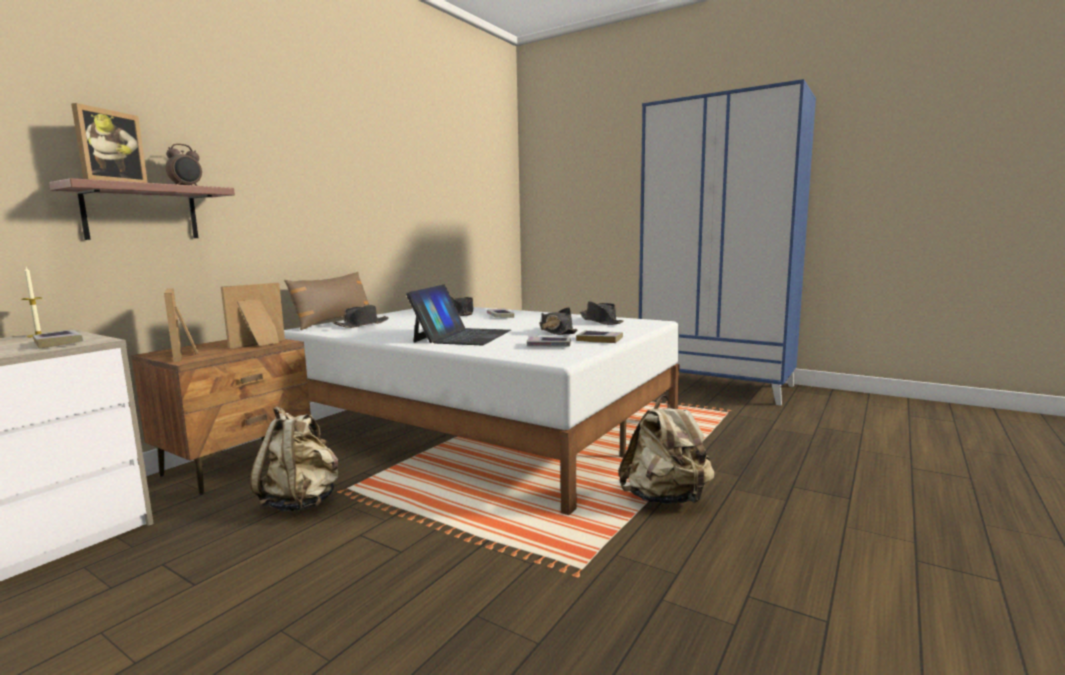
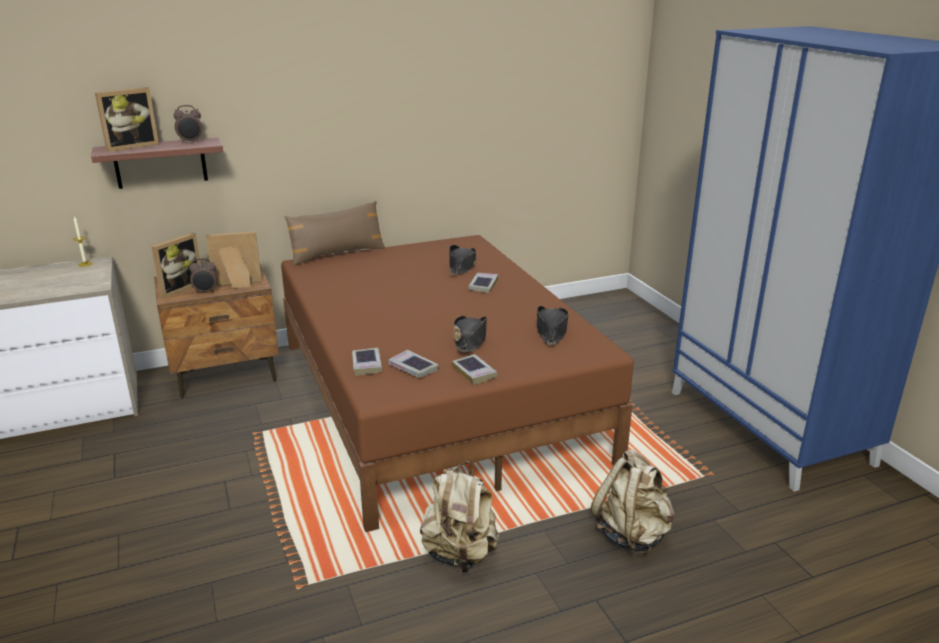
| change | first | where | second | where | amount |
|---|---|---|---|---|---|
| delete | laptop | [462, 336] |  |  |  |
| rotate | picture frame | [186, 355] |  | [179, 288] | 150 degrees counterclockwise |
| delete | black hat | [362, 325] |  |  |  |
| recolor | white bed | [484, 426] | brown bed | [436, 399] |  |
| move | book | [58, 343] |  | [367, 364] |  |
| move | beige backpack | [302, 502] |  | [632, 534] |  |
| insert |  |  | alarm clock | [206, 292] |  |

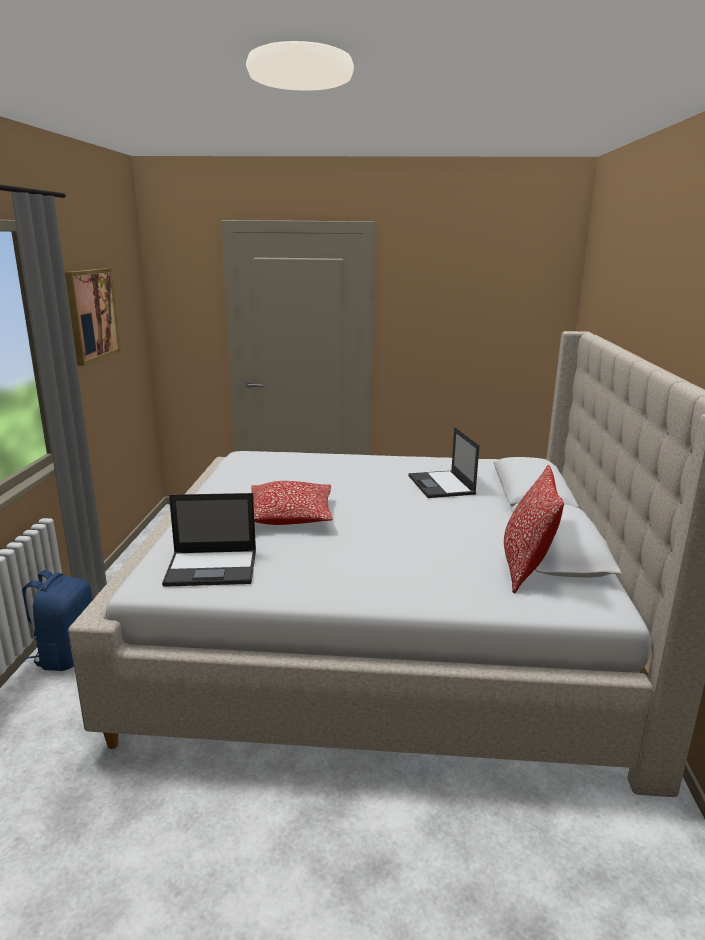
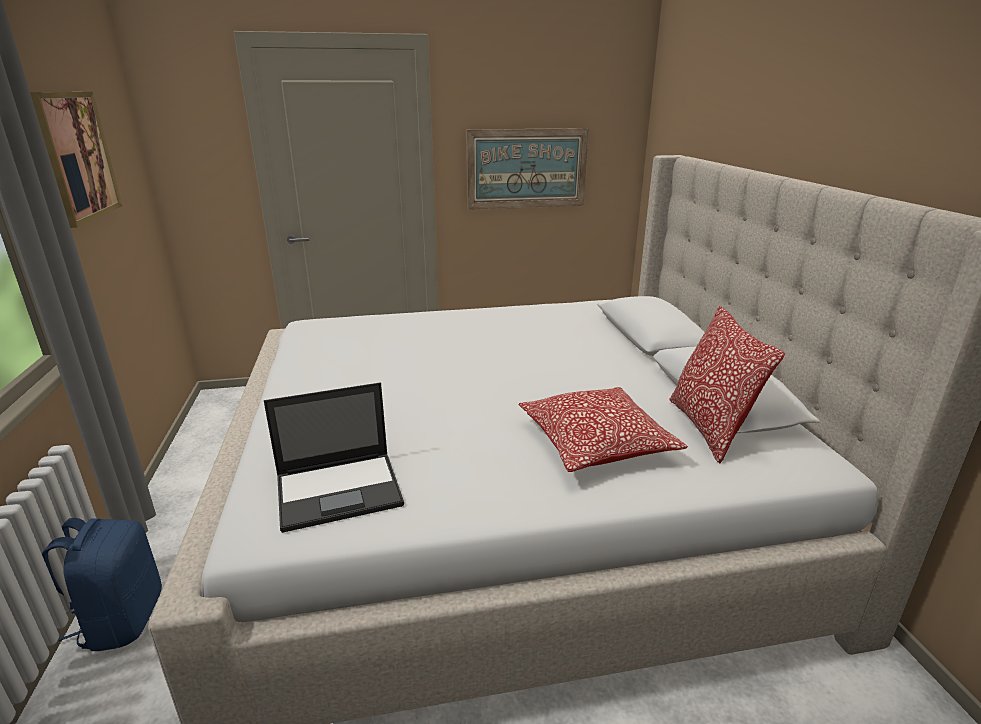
| change | first | where | second | where | amount |
|---|---|---|---|---|---|
| delete | laptop | [441, 485] |  |  |  |
| move | pillow | [289, 516] |  | [595, 444] |  |
| insert |  |  | picture | [527, 169] |  |

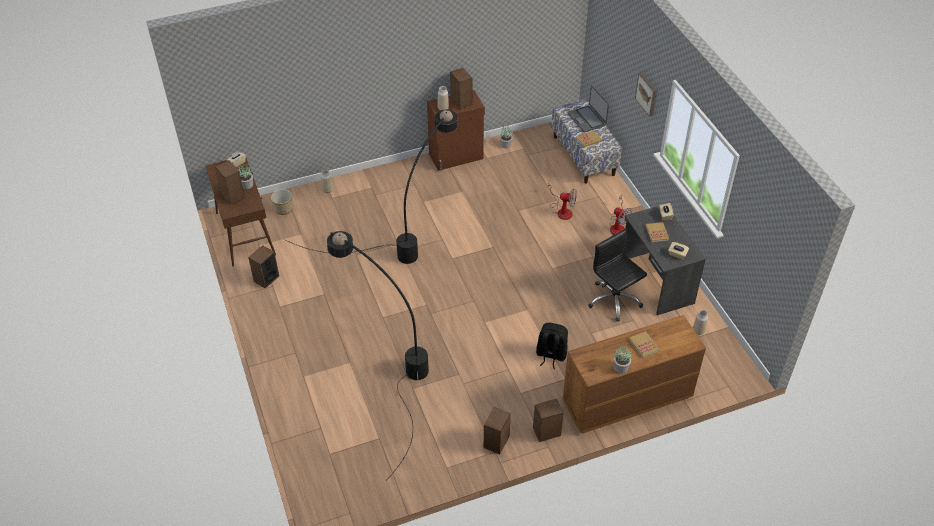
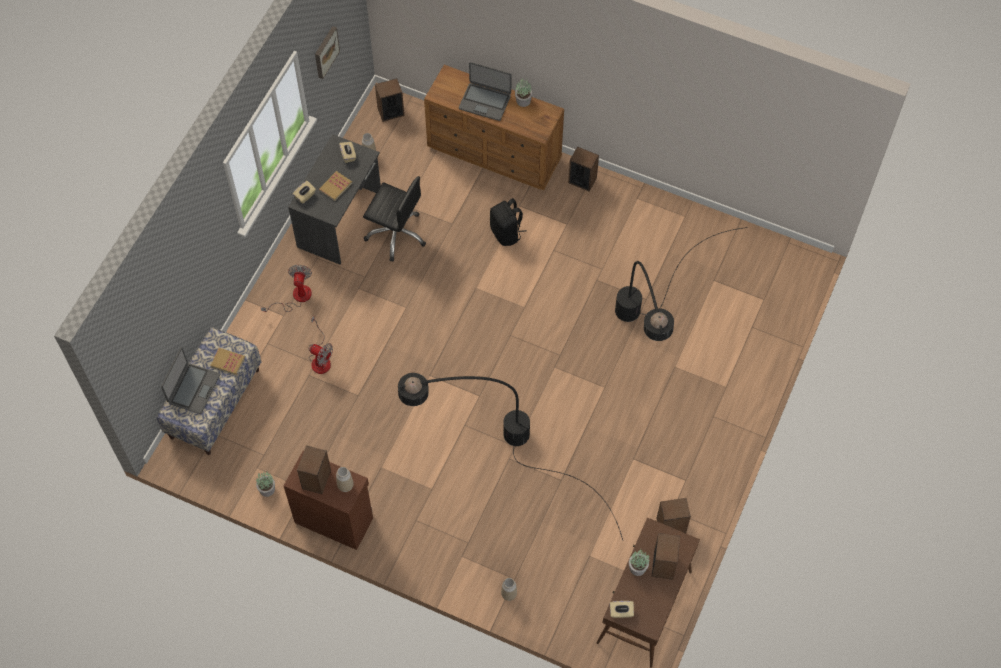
| change | first | where | second | where | amount |
|---|---|---|---|---|---|
| move | picture | [647, 94] |  | [325, 51] |  |
| rotate | fan | [562, 210] |  | [320, 358] | 150 degrees clockwise |
| delete | planter | [283, 209] |  |  |  |
| rotate | black office chair | [614, 300] |  | [396, 234] | 75 degrees counterclockwise |
| replace | book | [644, 345] | laptop | [485, 101] |  |
| move | speaker | [496, 442] |  | [390, 111] |  |

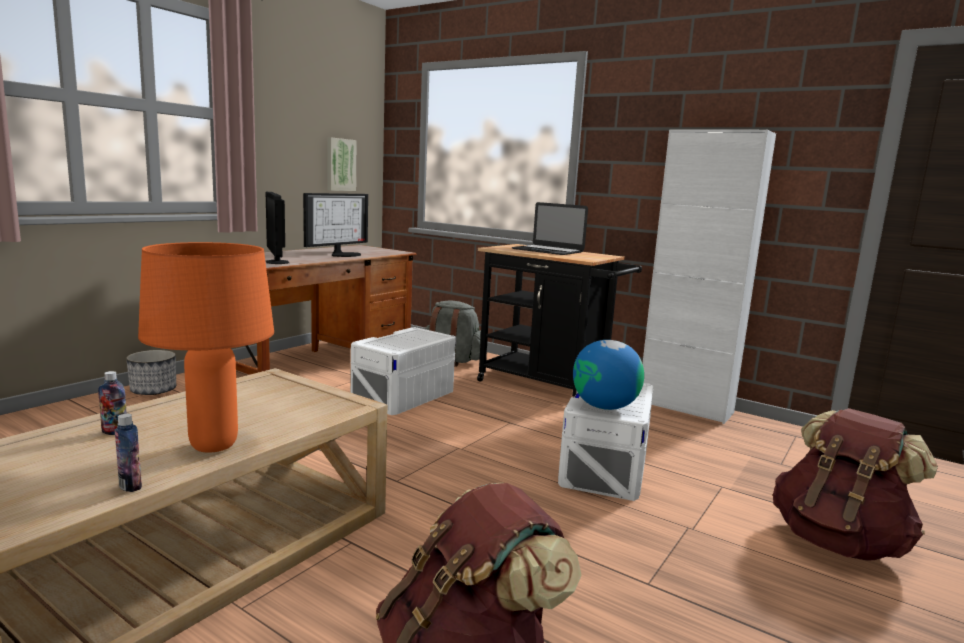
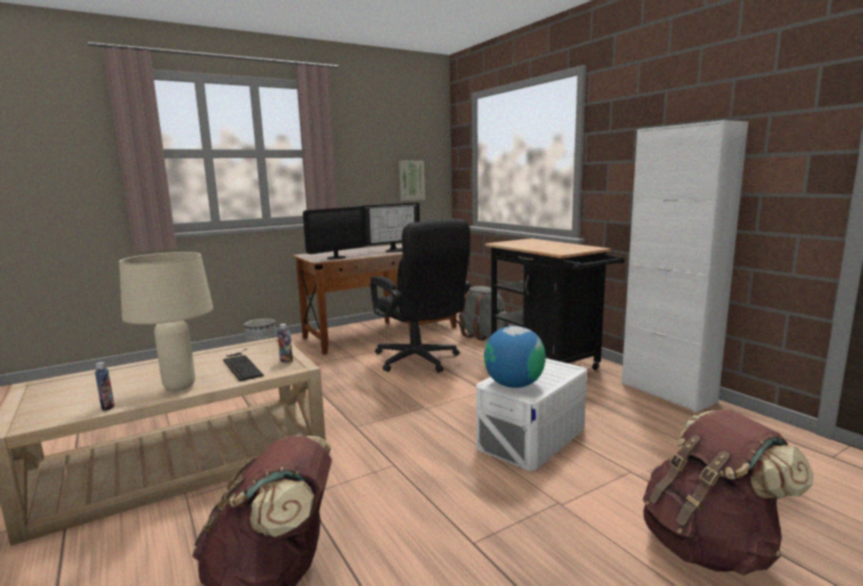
| change | first | where | second | where | amount |
|---|---|---|---|---|---|
| rotate | monitor | [277, 262] |  | [336, 257] | 135 degrees counterclockwise |
| delete | laptop | [548, 250] |  |  |  |
| recolor | orange table lamp | [213, 446] | beige table lamp | [179, 387] |  |
| replace | white storage box | [403, 395] | black office chair | [420, 361] |  |
| move | bottle | [115, 432] |  | [286, 361] |  |
| insert |  |  | keyboard | [241, 365] |  |

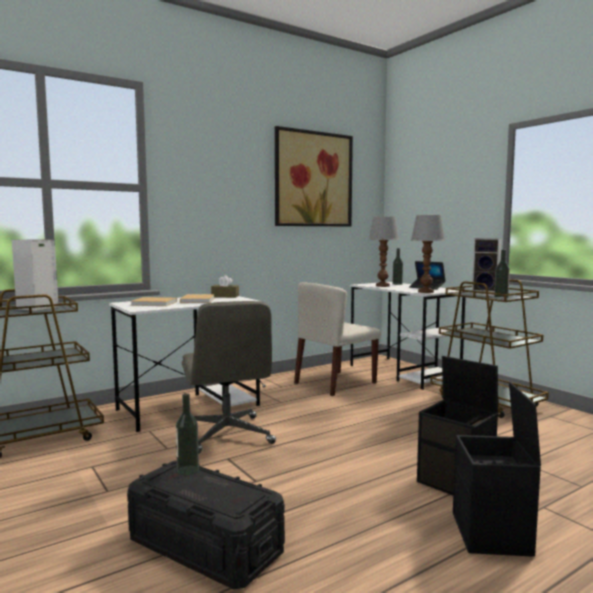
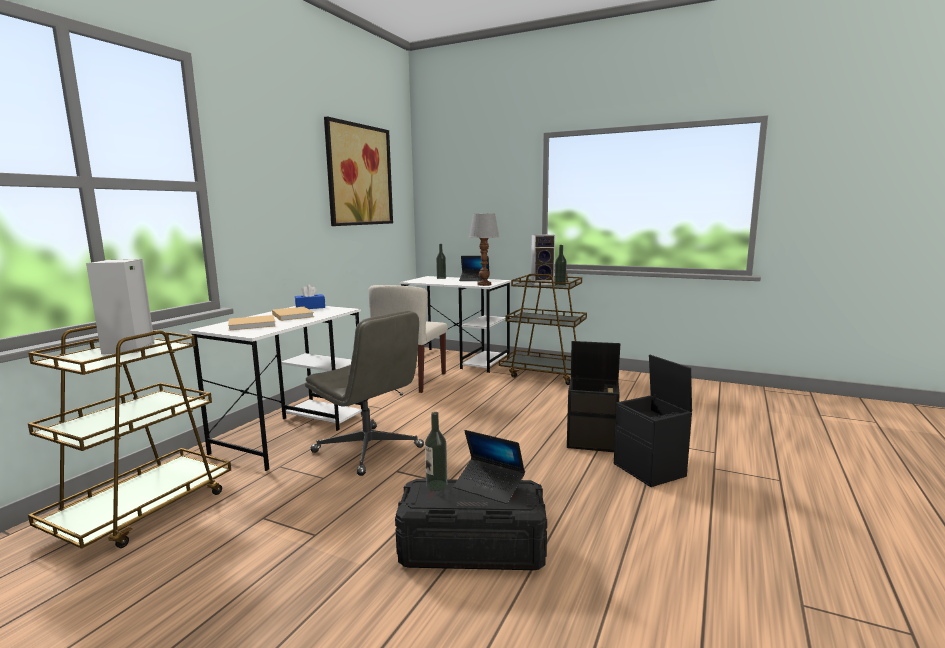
| change | first | where | second | where | amount |
|---|---|---|---|---|---|
| delete | table lamp | [383, 286] |  |  |  |
| recolor | brown tissue box | [225, 296] | blue tissue box | [310, 307] |  |
| insert |  |  | laptop | [489, 486] |  |

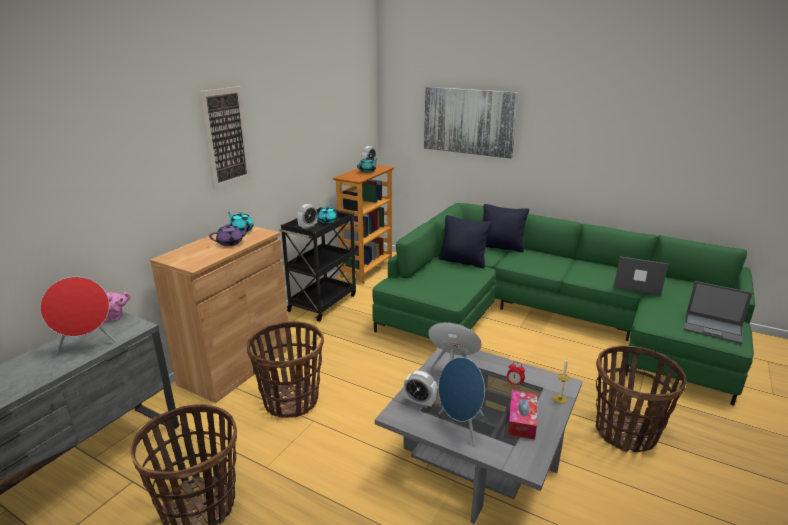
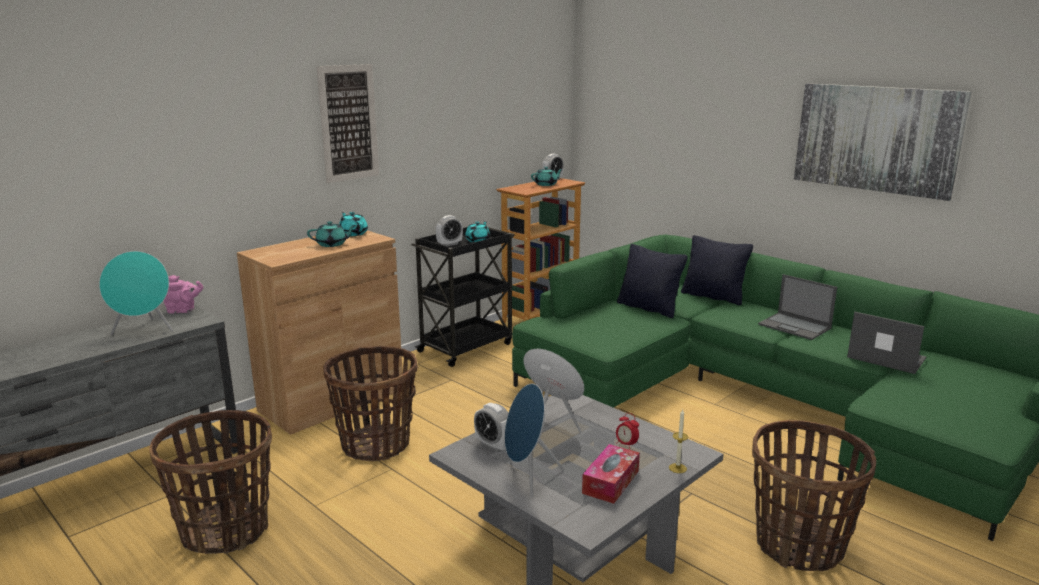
| change | first | where | second | where | amount |
|---|---|---|---|---|---|
| move | picture | [468, 121] |  | [876, 139] |  |
| recolor | purple teapot | [231, 243] | turquoise teapot | [332, 244] |  |
| recolor | red speaker | [87, 345] | turquoise speaker | [144, 330] |  |
| move | laptop | [713, 328] |  | [795, 326] |  |

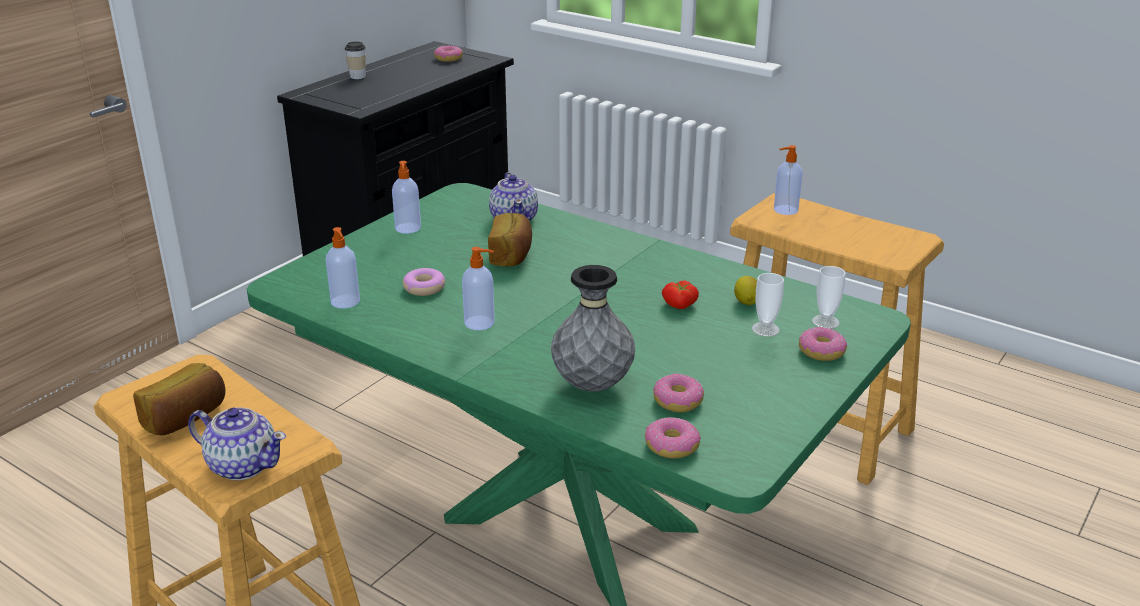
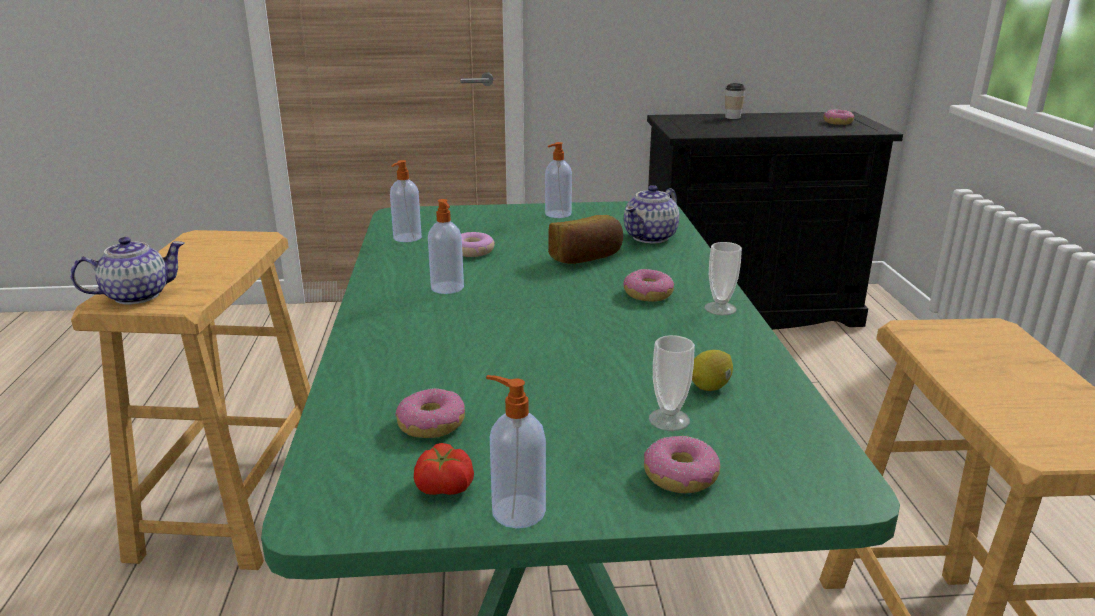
| change | first | where | second | where | amount |
|---|---|---|---|---|---|
| move | soap dispenser | [785, 210] |  | [516, 511] |  |
| delete | grey vase | [592, 385] |  |  |  |
| move | cup | [825, 322] |  | [720, 308] |  |
| move | tomato | [679, 305] |  | [443, 488] |  |
| delete | bread | [186, 418] |  |  |  |
| rotate | teapot | [243, 465] |  | [136, 296] | 105 degrees counterclockwise |
| move | donut | [671, 446] |  | [648, 294] |  |

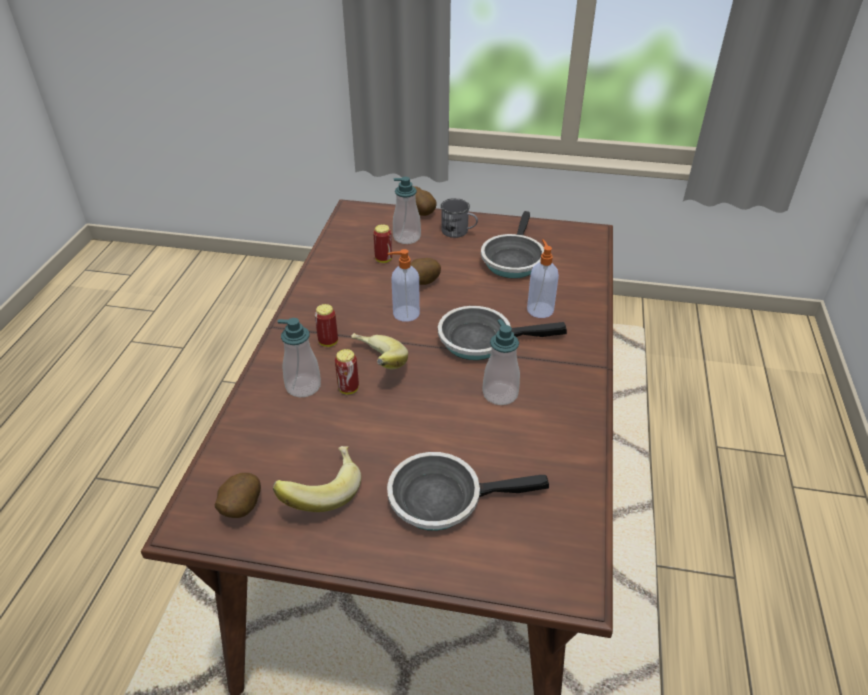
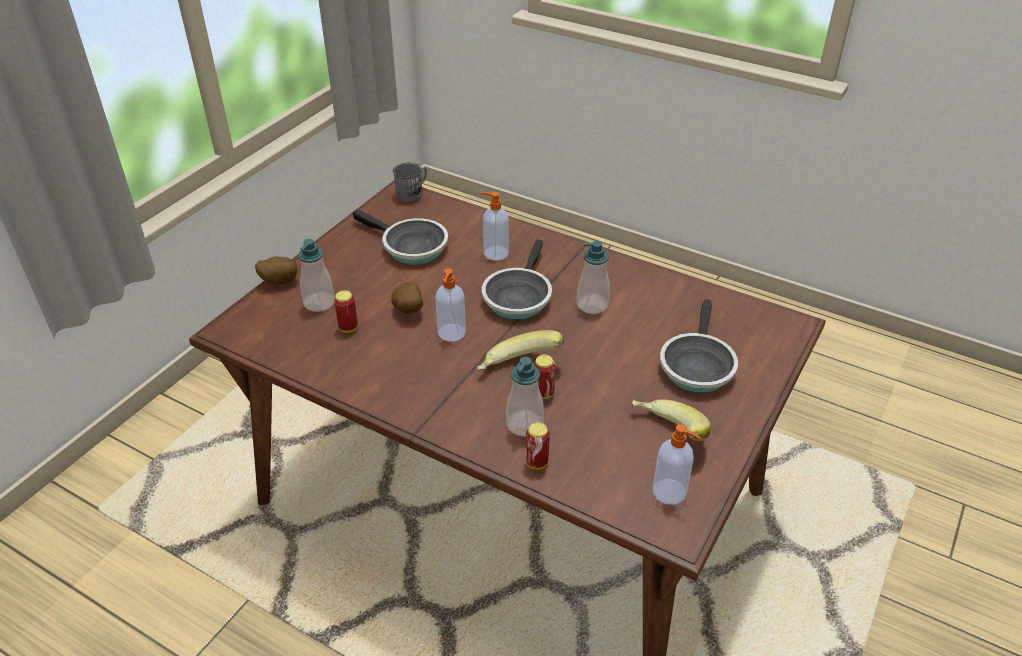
| change | first | where | second | where | amount |
|---|---|---|---|---|---|
| move | grey mug | [459, 232] |  | [413, 193] |  |
| move | can | [328, 342] |  | [537, 463] |  |
| replace | potato | [240, 509] | soap dispenser | [670, 492] |  |

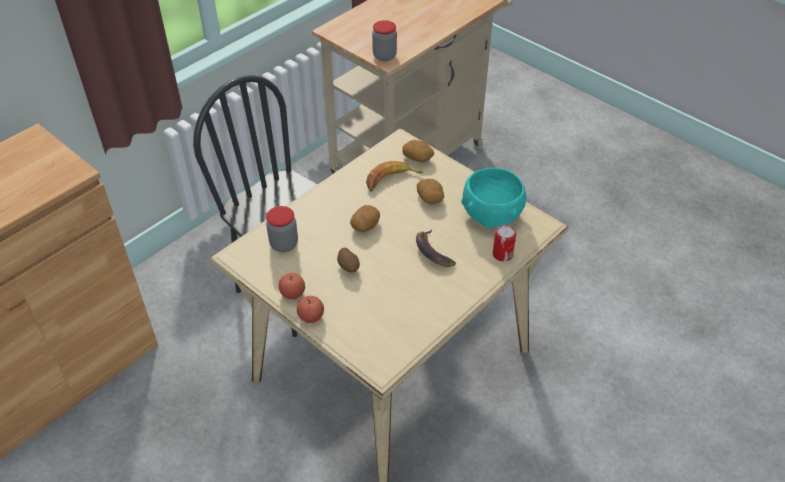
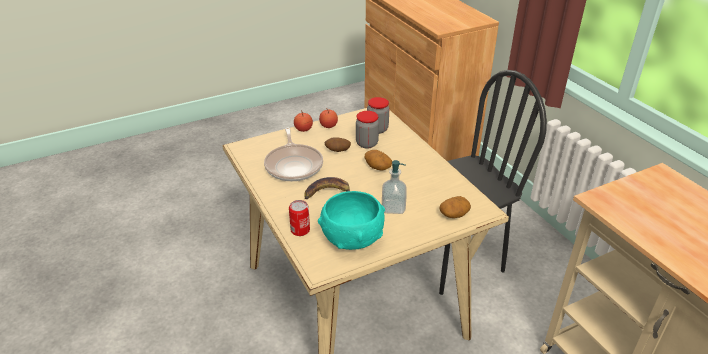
| change | first | where | second | where | amount |
|---|---|---|---|---|---|
| move | jar | [384, 56] |  | [367, 143] |  |
| delete | banana | [391, 180] |  |  |  |
| replace | potato | [430, 198] | soap dispenser | [393, 208] |  |
| insert |  |  | frying pan | [294, 165] |  |

